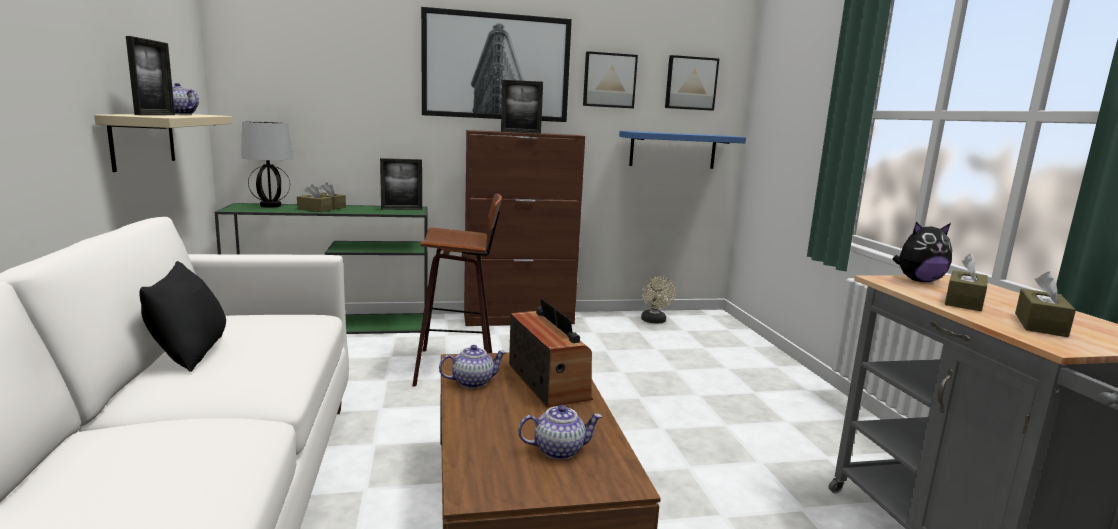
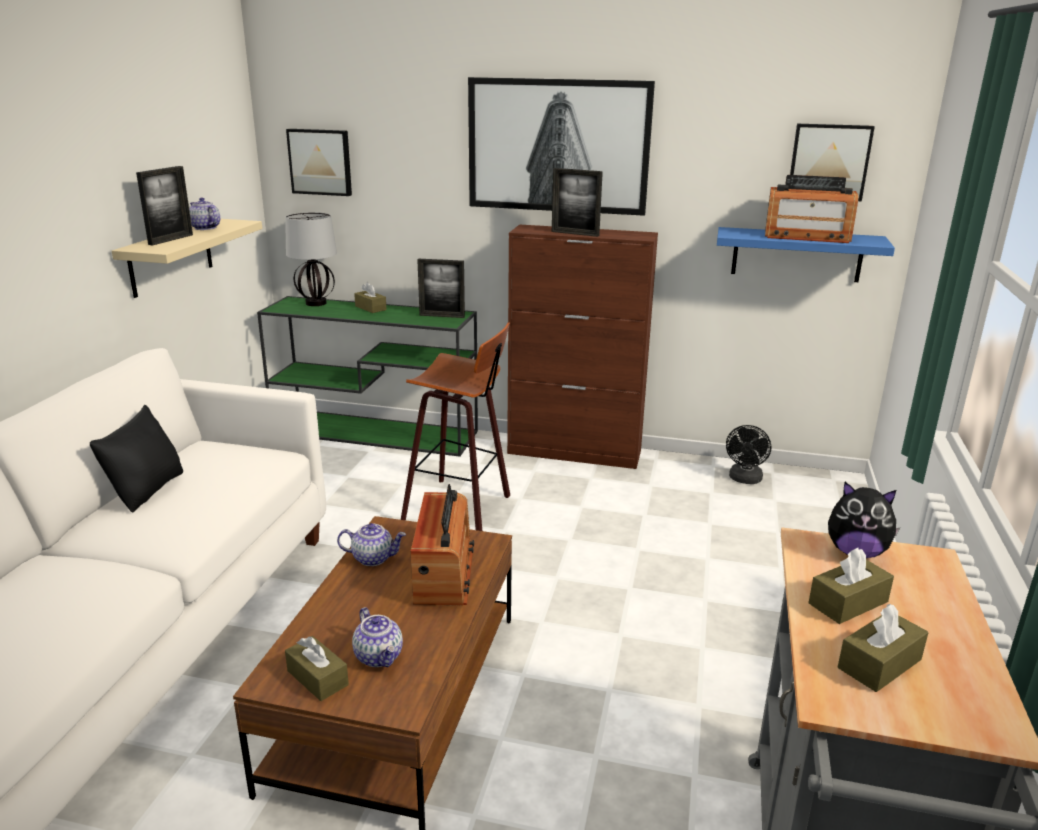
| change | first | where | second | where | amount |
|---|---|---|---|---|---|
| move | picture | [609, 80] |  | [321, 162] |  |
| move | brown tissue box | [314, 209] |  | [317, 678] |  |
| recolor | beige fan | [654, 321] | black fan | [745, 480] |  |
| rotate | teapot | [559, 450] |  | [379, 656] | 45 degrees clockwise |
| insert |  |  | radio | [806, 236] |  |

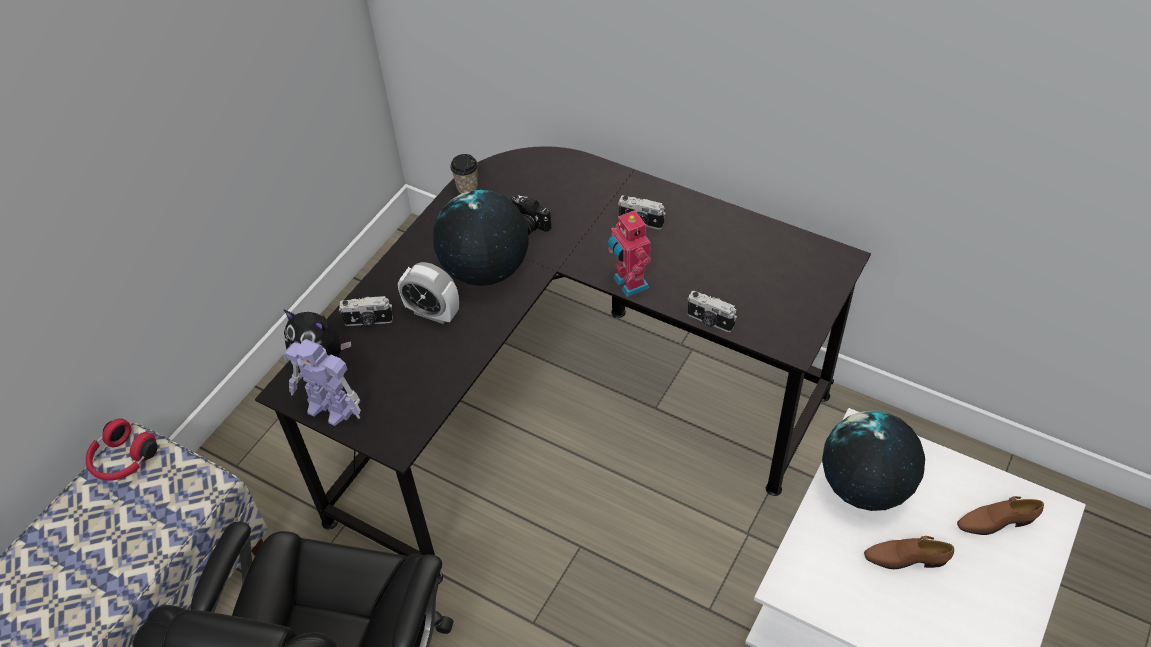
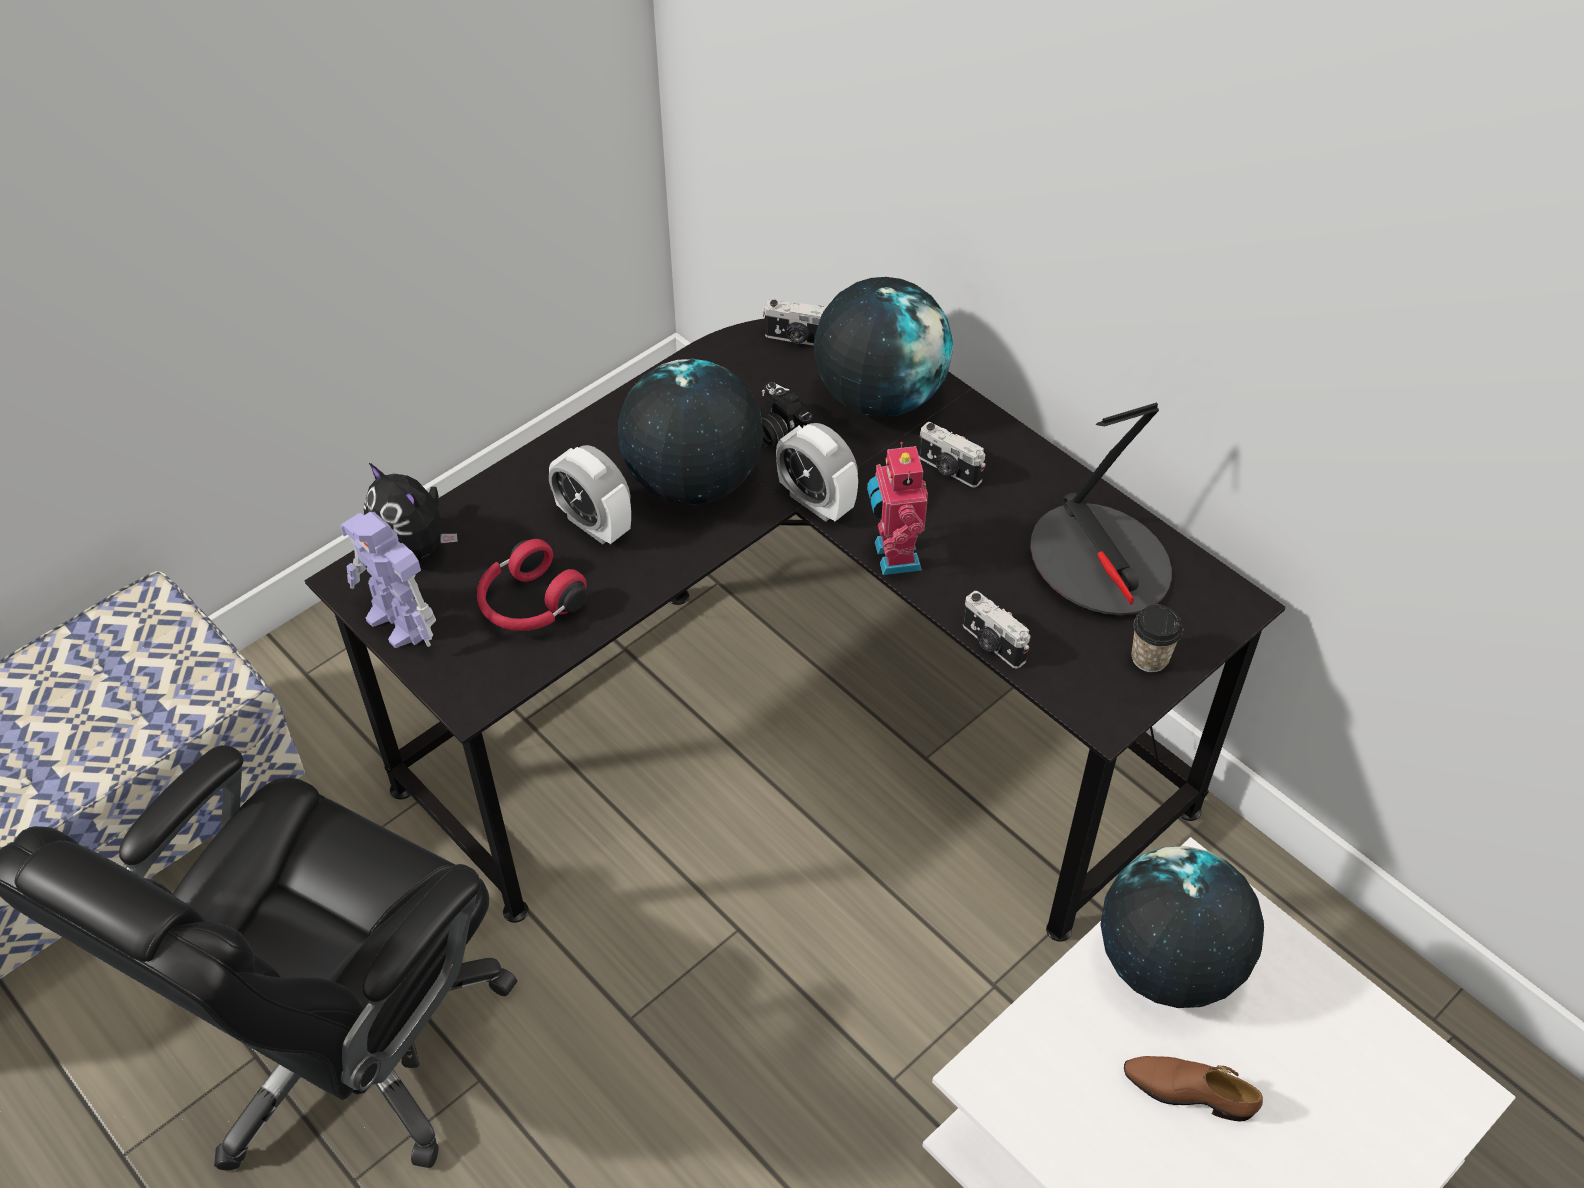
| change | first | where | second | where | amount |
|---|---|---|---|---|---|
| move | cup | [467, 187] |  | [1149, 658] |  |
| move | photo camera | [368, 321] |  | [797, 339] |  |
| move | red headphones | [123, 460] |  | [529, 605] |  |
| delete | brown shoe | [995, 521] |  |  |  |
| insert |  |  | globe | [880, 397] |  |
| insert |  |  | table lamp | [1099, 563] |  |
| insert |  |  | alarm clock | [816, 502] |  |

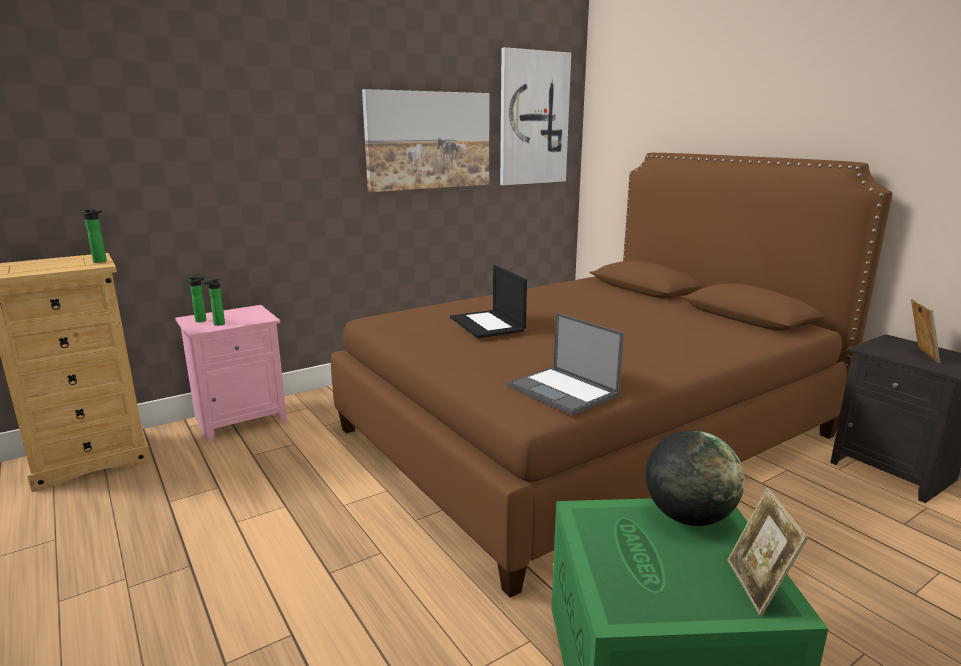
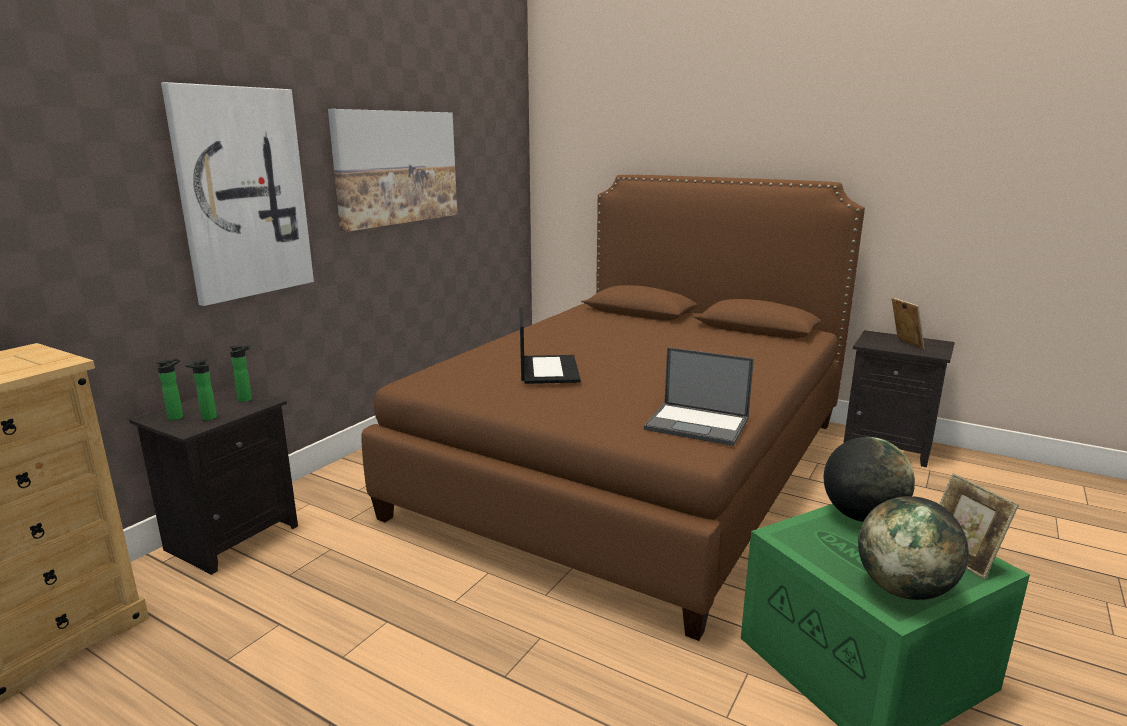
| change | first | where | second | where | amount |
|---|---|---|---|---|---|
| move | picture | [533, 118] |  | [243, 193] |  |
| move | bottle | [102, 261] |  | [247, 399] |  |
| rotate | laptop | [488, 324] |  | [547, 369] | 135 degrees counterclockwise |
| recolor | pink nightstand | [242, 419] | black nightstand | [233, 536] |  |
| insert |  |  | globe | [903, 589] |  |

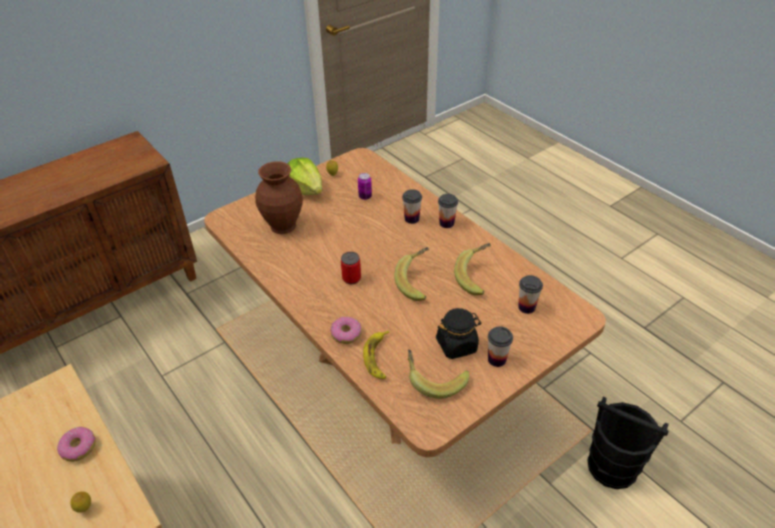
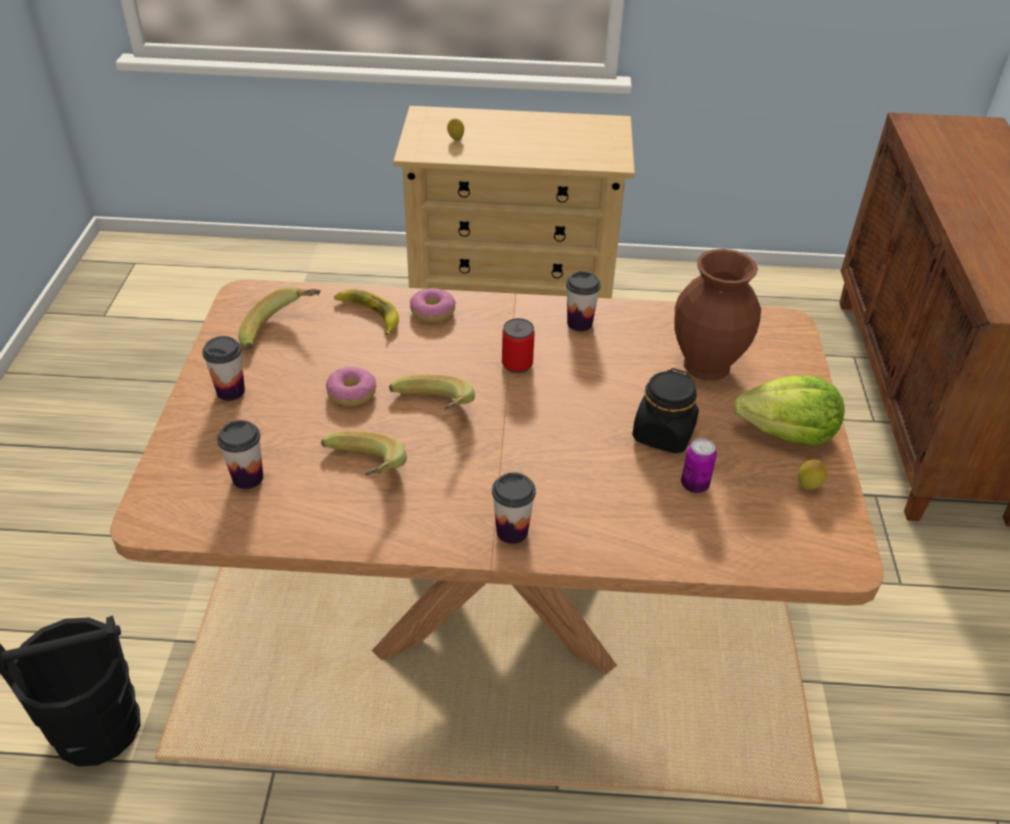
| change | first | where | second | where | amount |
|---|---|---|---|---|---|
| move | cup | [411, 219] |  | [579, 323] |  |
| move | black jar | [457, 345] |  | [663, 434] |  |
| move | donut | [78, 447] |  | [352, 393] |  |

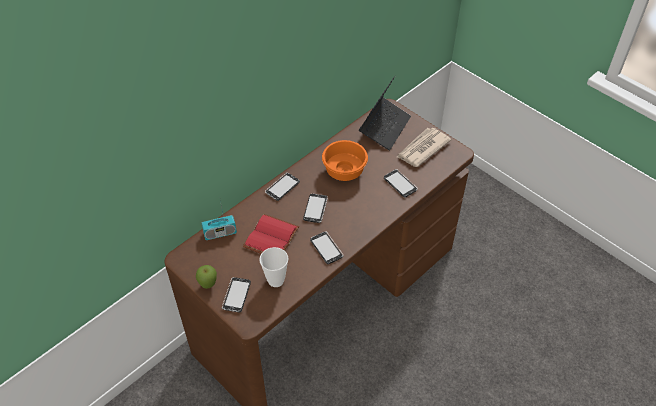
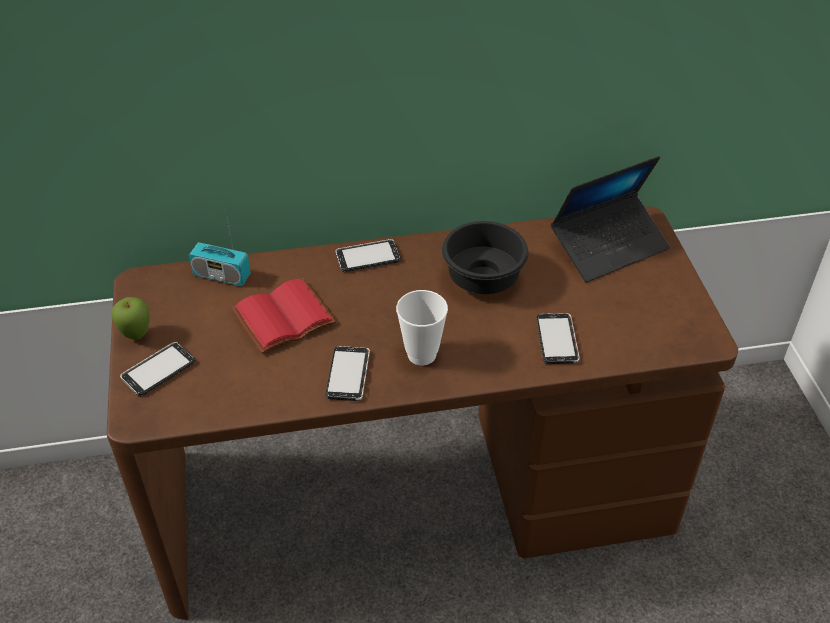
| change | first | where | second | where | amount |
|---|---|---|---|---|---|
| delete | newspaper | [422, 149] |  |  |  |
| recolor | orange bowl | [343, 171] | black bowl | [480, 277] |  |
| delete | phone | [315, 209] |  |  |  |
| move | cup | [276, 280] |  | [421, 354] |  |

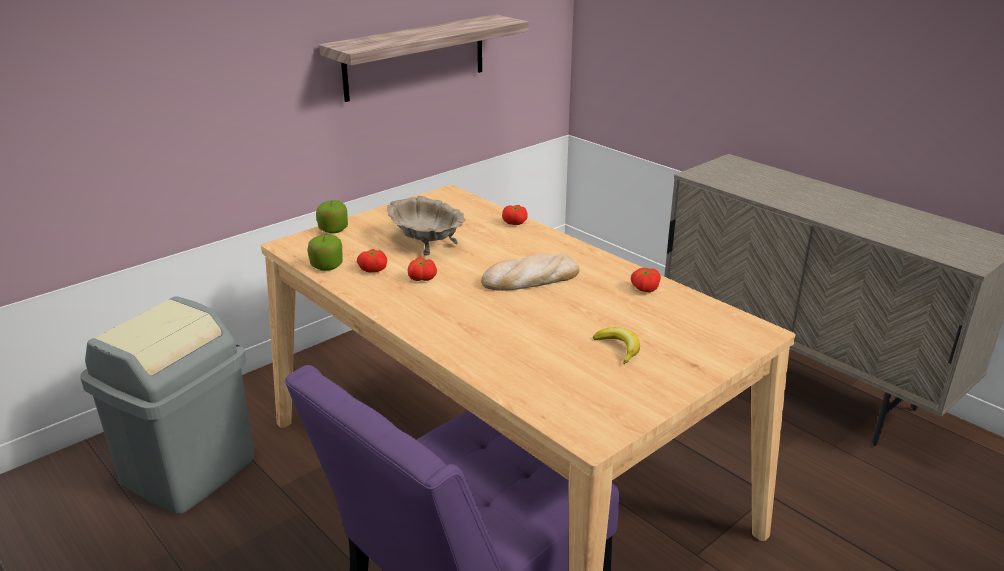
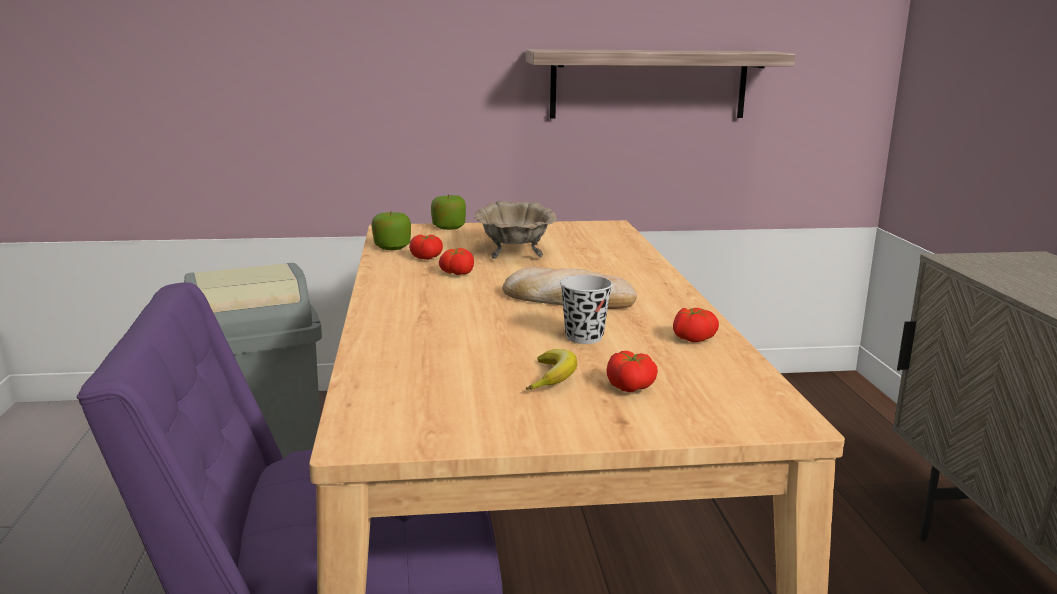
| change | first | where | second | where | amount |
|---|---|---|---|---|---|
| move | tomato | [515, 222] |  | [631, 387] |  |
| insert |  |  | black cup | [584, 337] |  |

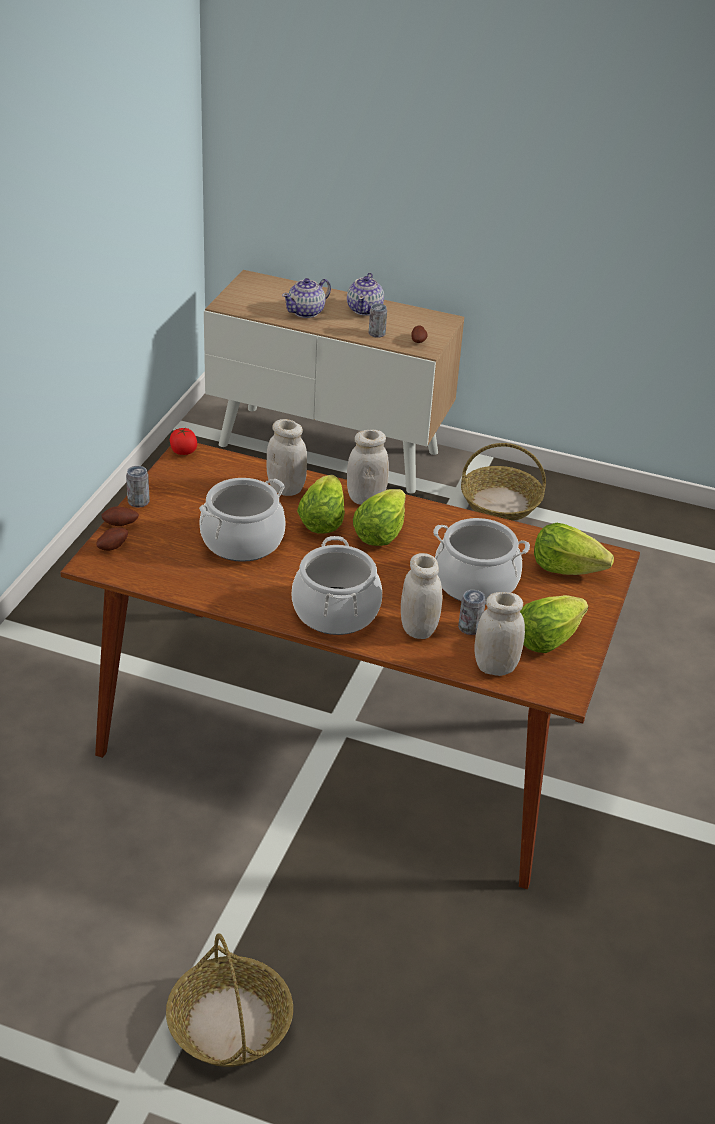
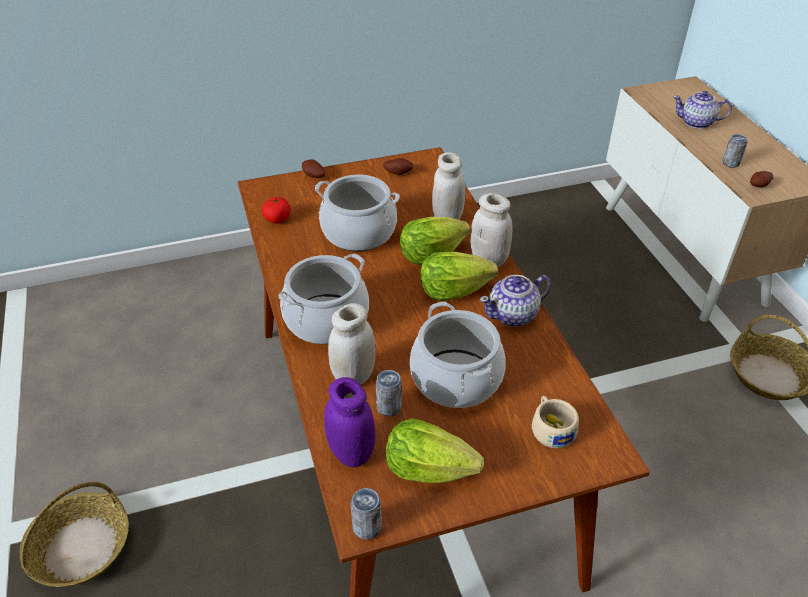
| change | first | where | second | where | amount |
|---|---|---|---|---|---|
| move | teapot | [365, 309] |  | [513, 315] |  |
| move | tomato | [183, 451] |  | [277, 219] |  |
| move | can | [138, 502] |  | [367, 527] |  |
| replace | lettuce | [566, 568] | beige cup | [551, 428] |  |
| move | potato | [112, 546] |  | [398, 172] |  |
| recolor | white jar | [495, 667] | purple jar | [351, 453] |  |

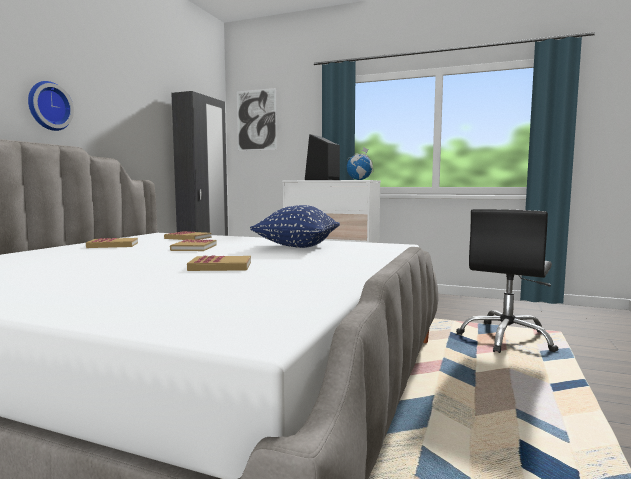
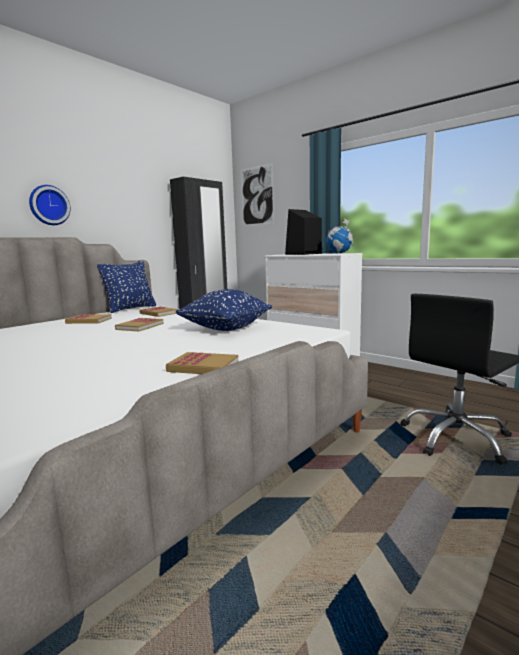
| change | first | where | second | where | amount |
|---|---|---|---|---|---|
| move | book | [220, 266] |  | [203, 366] |  |
| insert |  |  | blue pillow | [130, 309] |  |

